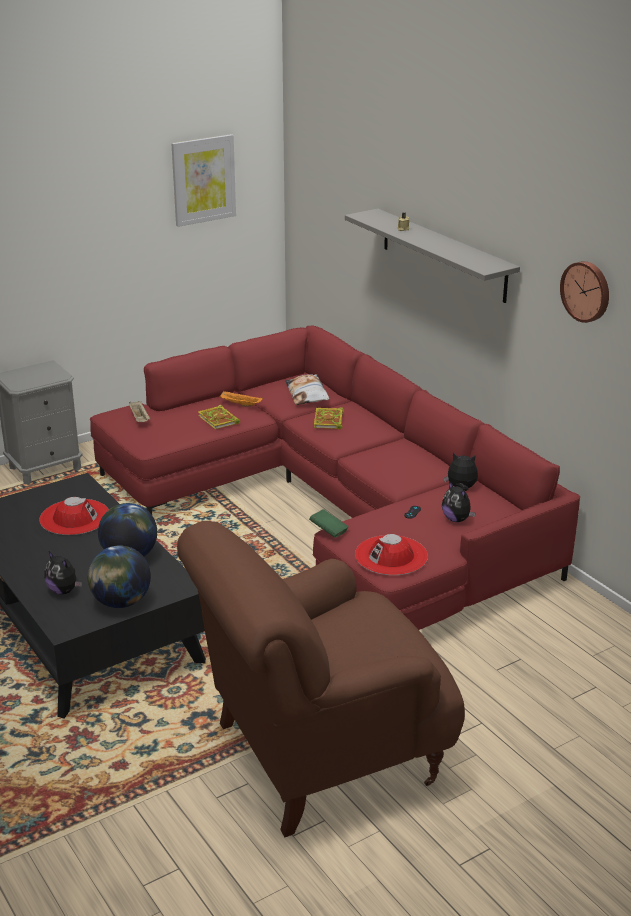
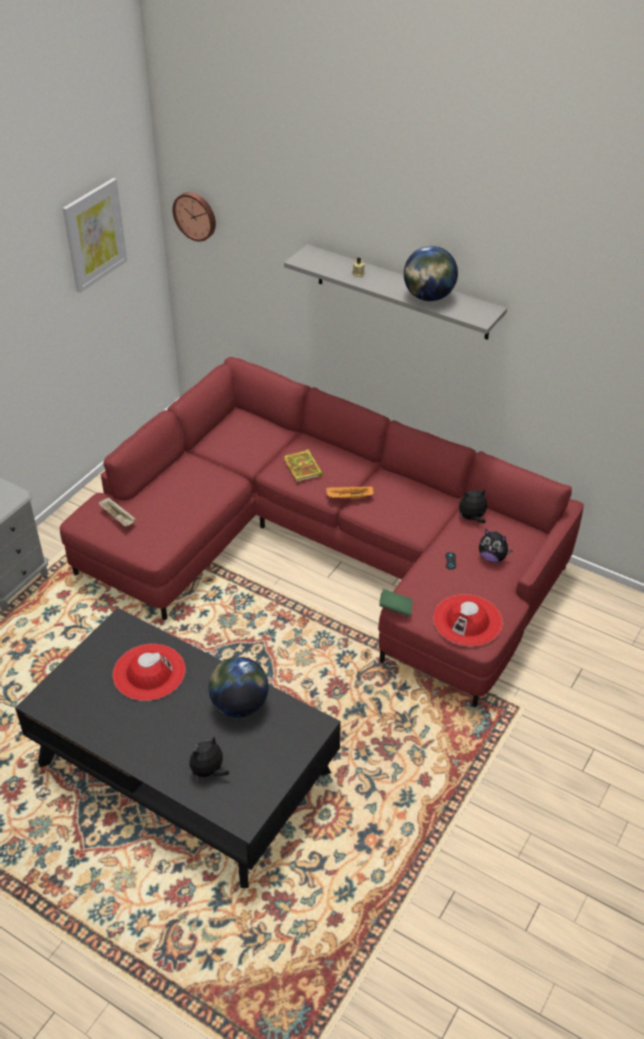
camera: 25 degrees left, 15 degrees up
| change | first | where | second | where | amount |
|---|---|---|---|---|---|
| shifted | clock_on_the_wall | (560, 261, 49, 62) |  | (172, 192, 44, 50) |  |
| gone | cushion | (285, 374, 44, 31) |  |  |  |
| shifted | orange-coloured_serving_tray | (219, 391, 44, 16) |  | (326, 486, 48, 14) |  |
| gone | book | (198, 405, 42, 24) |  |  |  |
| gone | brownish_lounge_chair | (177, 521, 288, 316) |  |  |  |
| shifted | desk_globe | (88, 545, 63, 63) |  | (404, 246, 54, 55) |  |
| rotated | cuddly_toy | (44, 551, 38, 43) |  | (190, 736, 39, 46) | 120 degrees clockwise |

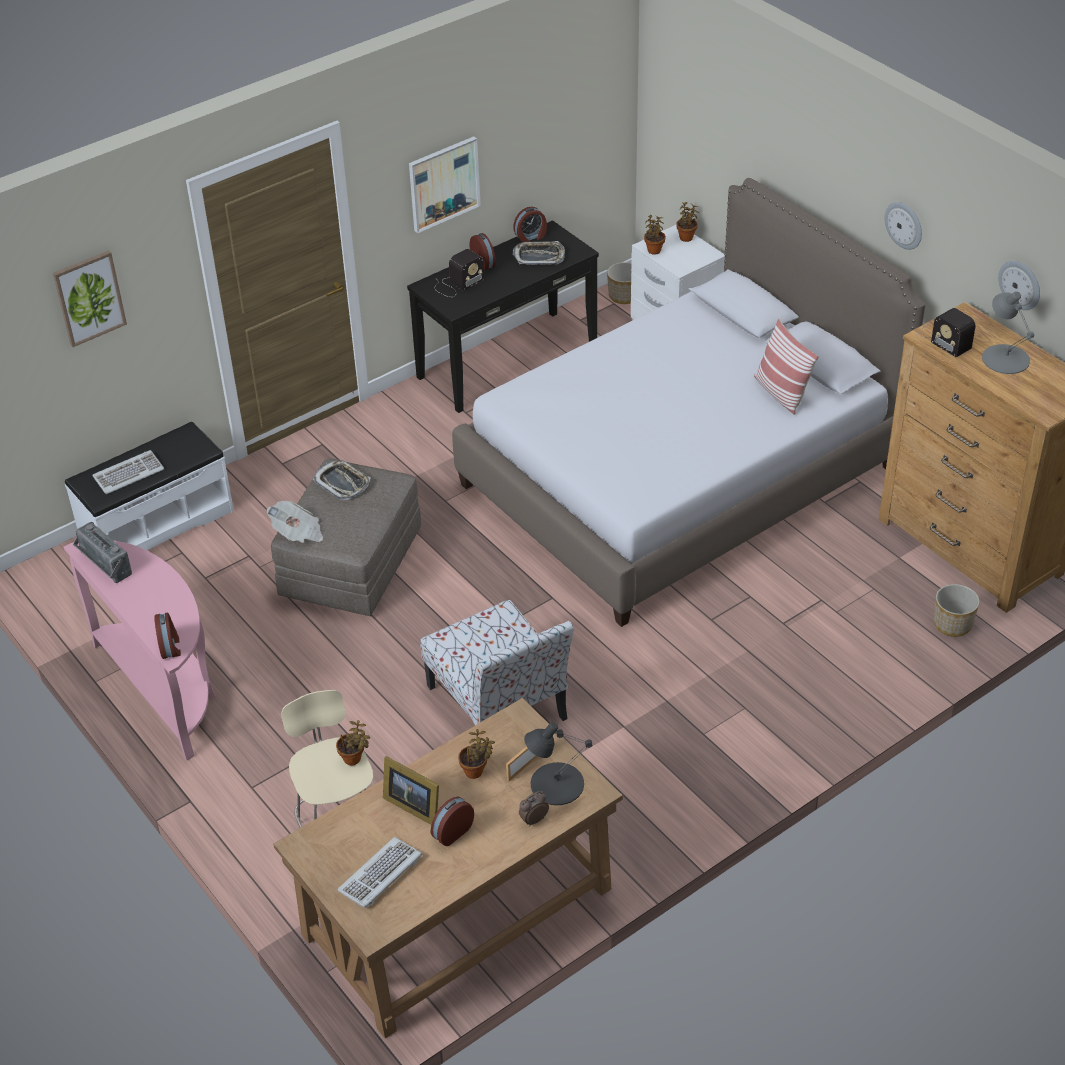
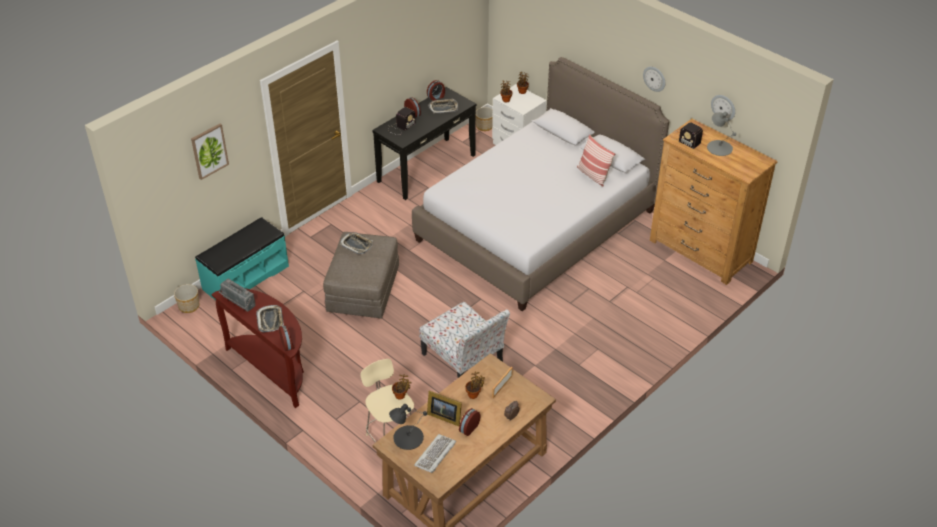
camera: 10 degrees left, 0 degrees up
| change | first | where | second | where | amount |
|---|---|---|---|---|---|
| gone | wall_art | (409, 136, 72, 97) |  |  |  |
| repainted | white_indoor_bench | (65, 422, 169, 128) | blue-green_indoor_bench | (195, 217, 94, 83) |  |
| gone | computer_keyboard | (93, 450, 72, 44) |  |  |  |
| gone | newspaper | (267, 501, 56, 42) |  |  |  |
| repainted | pinkish_console_table | (64, 540, 152, 220) | brownish_console_table | (211, 288, 93, 120) |  |
| shifted | planter | (934, 584, 46, 53) |  | (174, 284, 25, 29) |  |
| shifted | blackish_table_lamp | (524, 722, 68, 83) |  | (389, 404, 38, 46) |  |
| new |  |  | serving_tray | (256, 305, 28, 27) |  |

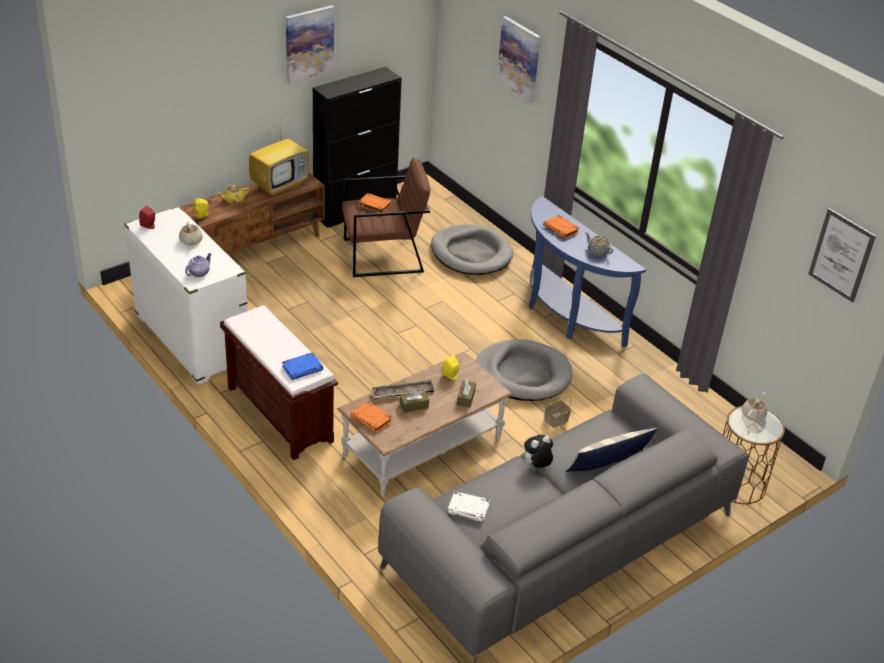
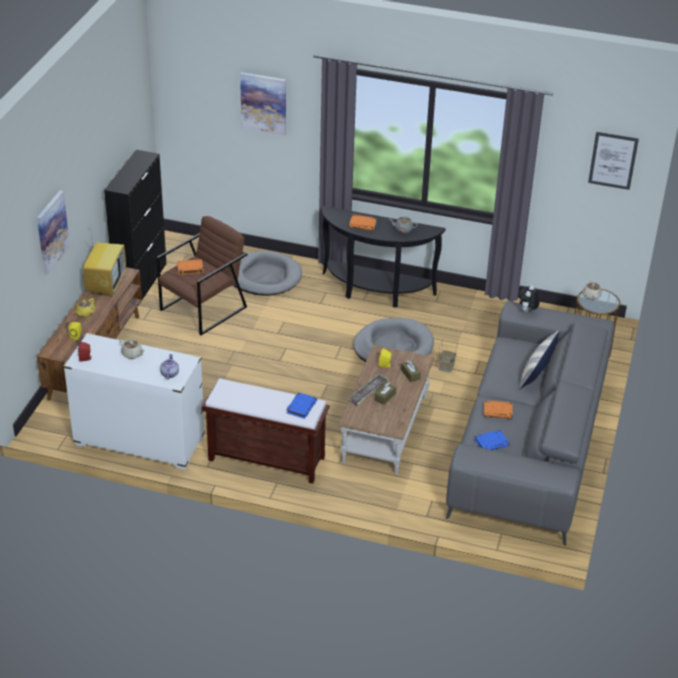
camera: 35 degrees left, 0 degrees up
| change | first | where | second | where | amount |
|---|---|---|---|---|---|
| shifted | wall_art | (286, 5, 48, 79) |  | (37, 190, 33, 85) |  |
| repainted | blue-coloured_console_table | (528, 196, 118, 152) | blackish_console_table | (322, 206, 124, 102) |  |
| shifted | orange-coloured_book | (351, 401, 42, 32) |  | (484, 400, 29, 19) |  |
| shifted | cuddly_toy | (522, 435, 31, 33) |  | (519, 285, 21, 27) |  |
| repainted | white_book | (447, 491, 43, 31) | blue-coloured_book | (474, 430, 35, 20) |  |

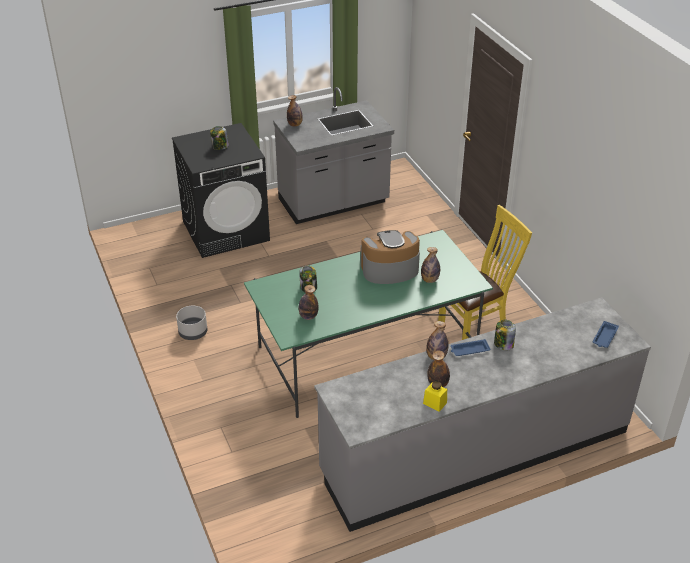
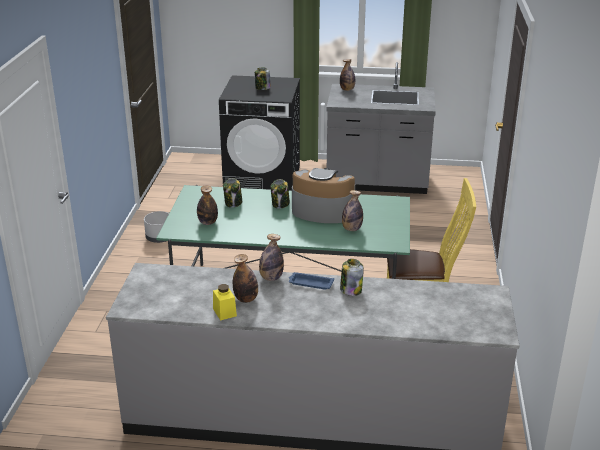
camera: 30 degrees right, 10 degrees down
| change | first | where | second | where | amount |
|---|---|---|---|---|---|
| gone | blue-coloured_serving_tray | (593, 321, 26, 27) |  |  |  |
| new |  |  | jar | (271, 179, 19, 30) |  |

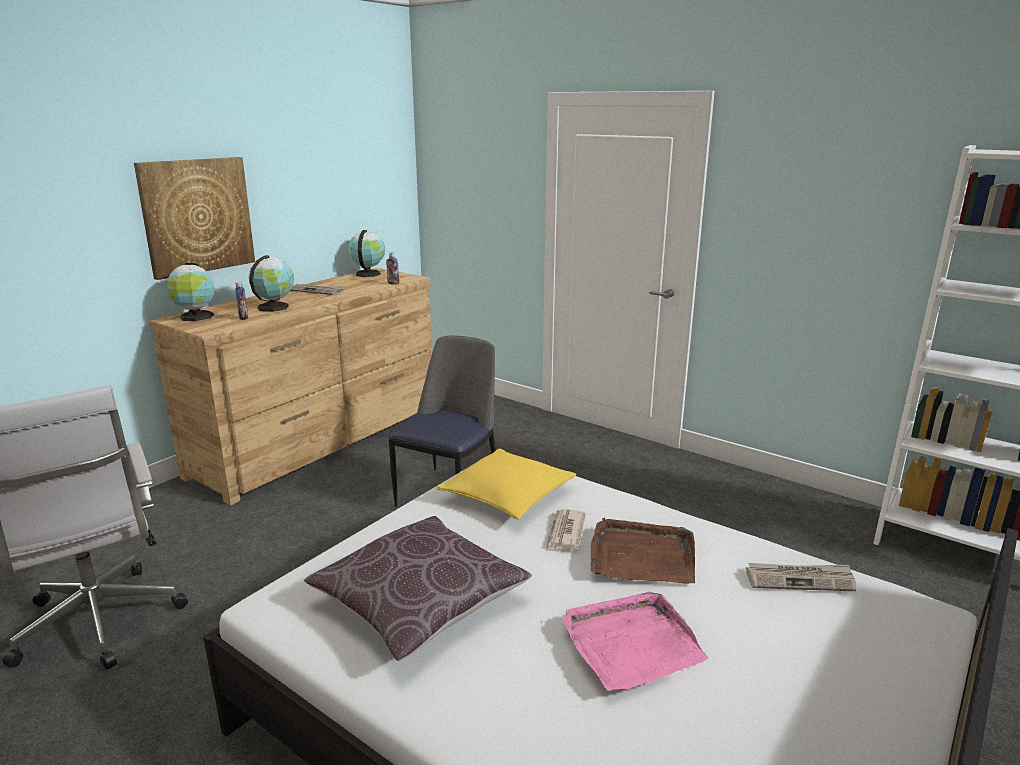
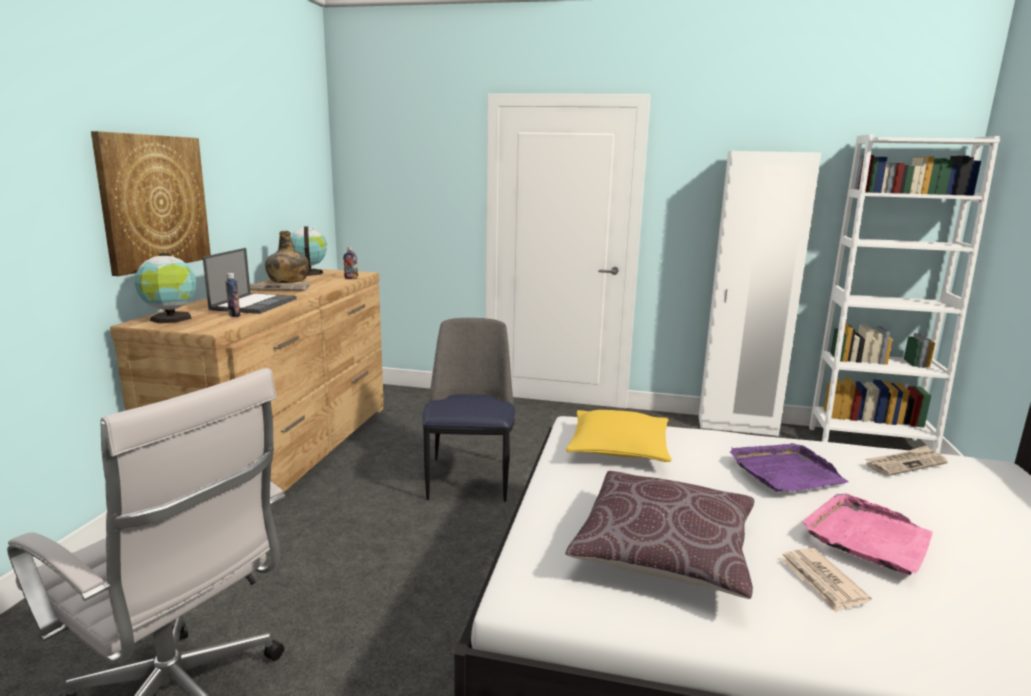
camera: 25 degrees left, 5 degrees down
| change | first | where | second | where | amount |
|---|---|---|---|---|---|
| swapped | desk_globe | (249, 255, 45, 57) | notebook_computer | (203, 248, 94, 66) |  |
| shifted | newspaper | (546, 509, 40, 41) |  | (779, 548, 93, 64) |  |
| repainted | brownish_serving_tray | (590, 518, 105, 66) | purplish_serving_tray | (730, 443, 119, 49) |  |
| new |  |  | white_wardrobe | (699, 151, 122, 285) |  |
| new |  |  | green_beverage_bottle | (265, 231, 44, 52) |  |

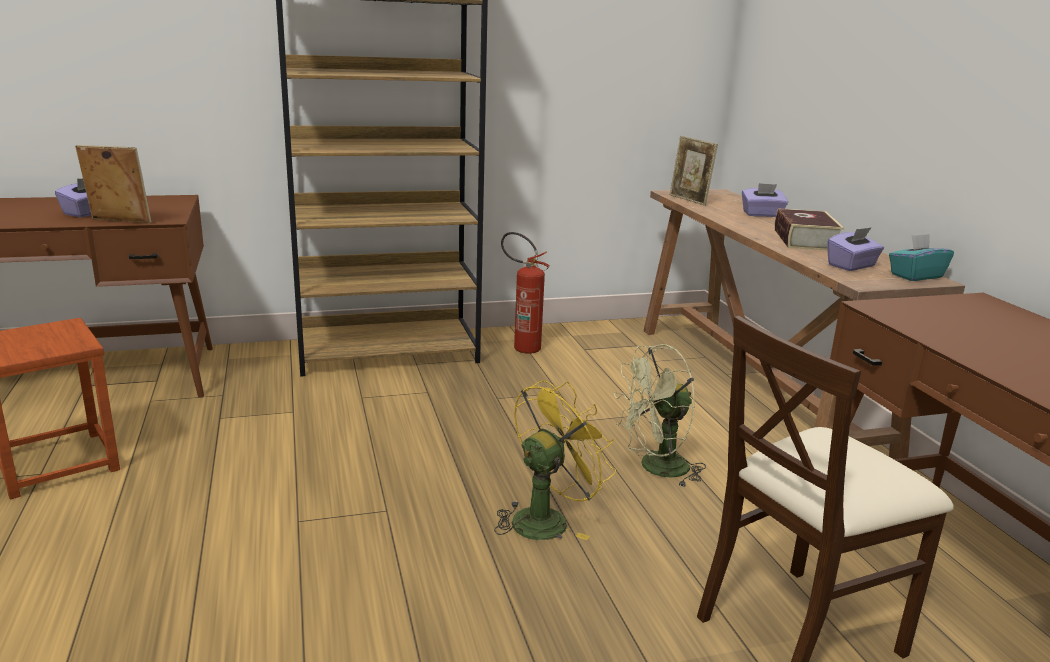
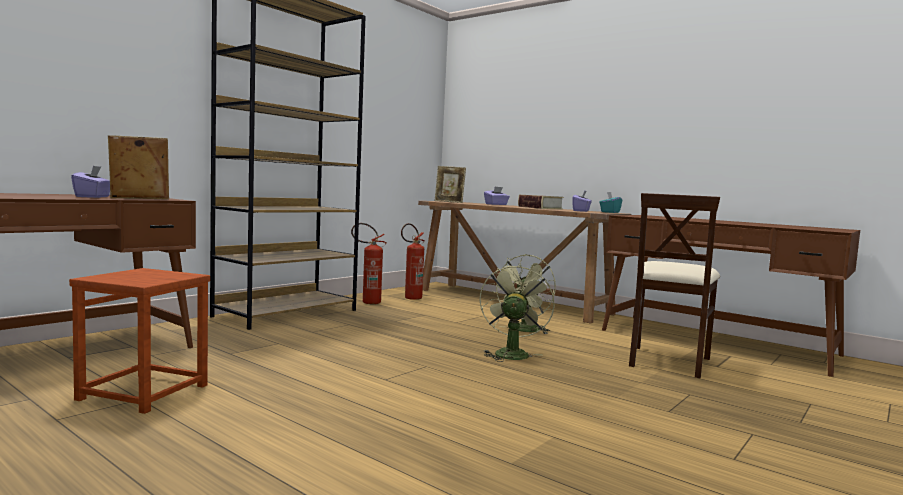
camera: 35 degrees left, 15 degrees down
| change | first | where | second | where | amount |
|---|---|---|---|---|---|
| repainted | yellow-coloured_cooling_fan | (494, 380, 122, 160) | green_cooling_fan | (480, 264, 75, 98) |  |
| new |  |  | fire_extinguisher | (401, 223, 24, 77) |  |

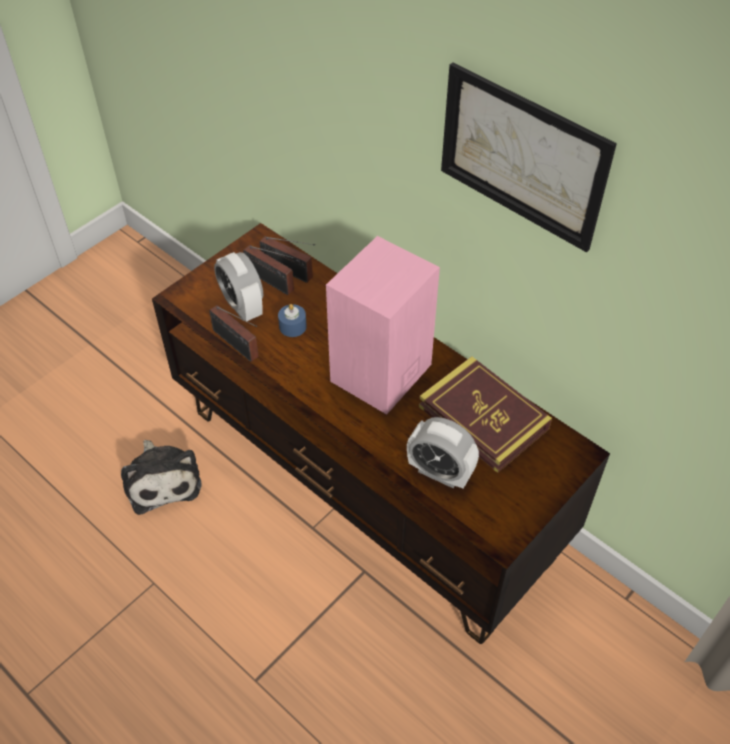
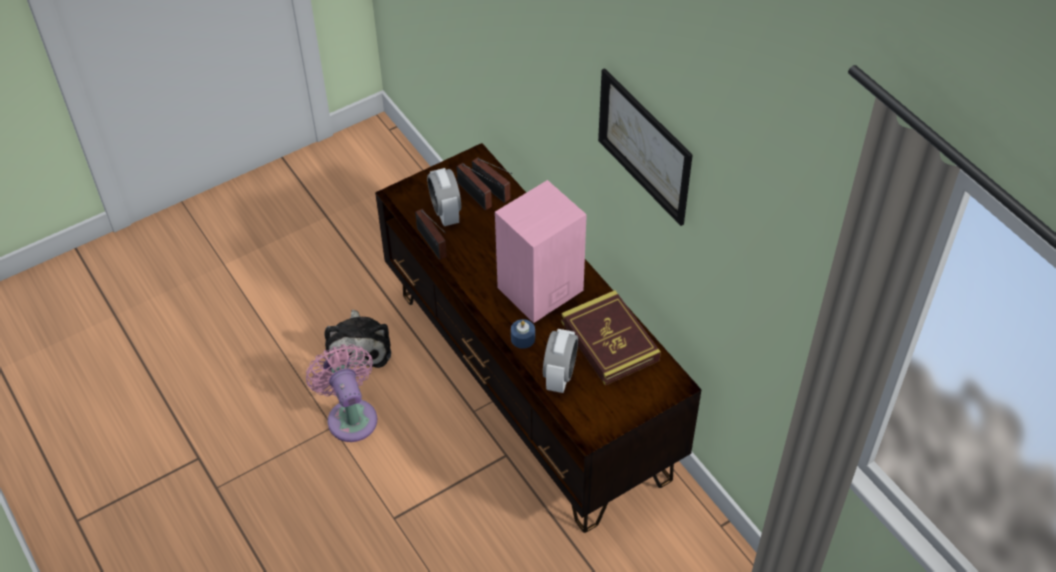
camera: 15 degrees right, 0 degrees up
| change | first | where | second | where | amount |
|---|---|---|---|---|---|
| shifted | blue-coloured_candle | (278, 304, 29, 33) |  | (511, 319, 24, 30) |  |
| rotated | table_clock | (407, 417, 72, 72) |  | (543, 329, 35, 64) | 120 degrees counterclockwise |
| new |  |  | pinkish_cooling_fan | (306, 344, 71, 98) |  |

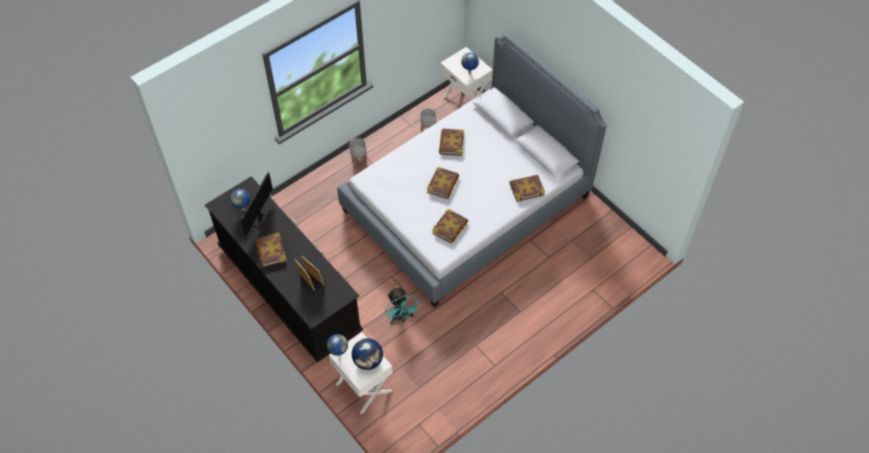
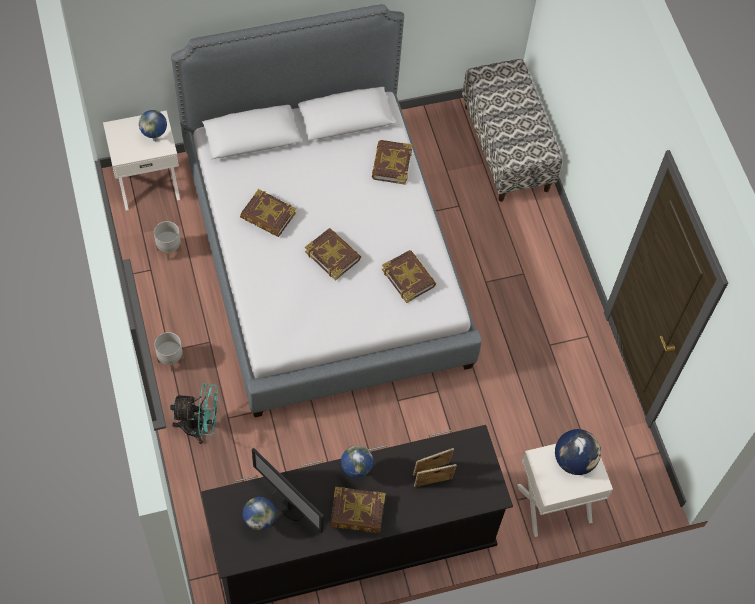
camera: 70 degrees left, 5 degrees up
| change | first | where | second | where | amount |
|---|---|---|---|---|---|
| shifted | blue-green_cooling_fan | (385, 287, 36, 37) |  | (170, 383, 48, 61) |  |
| shifted | desk_globe | (327, 334, 21, 22) |  | (341, 445, 32, 33) |  |
| new |  |  | indoor_bench | (462, 59, 100, 143) |  |

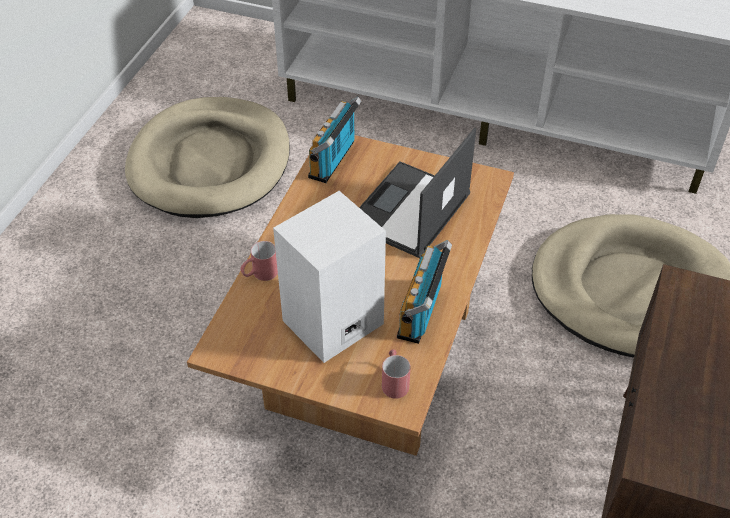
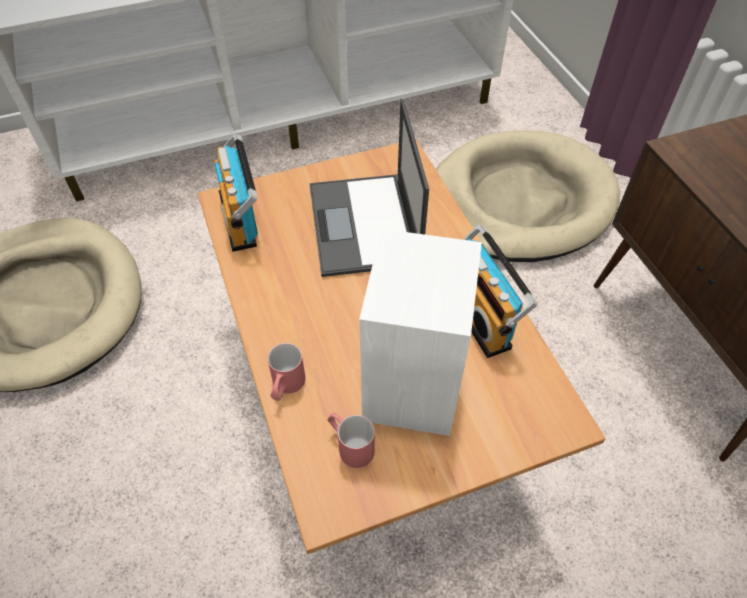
camera: 40 degrees left, 5 degrees up
| change | first | where | second | where | amount |
|---|---|---|---|---|---|
| shifted | red_mug | (382, 349, 29, 50) |  | (327, 413, 48, 55) |  |

